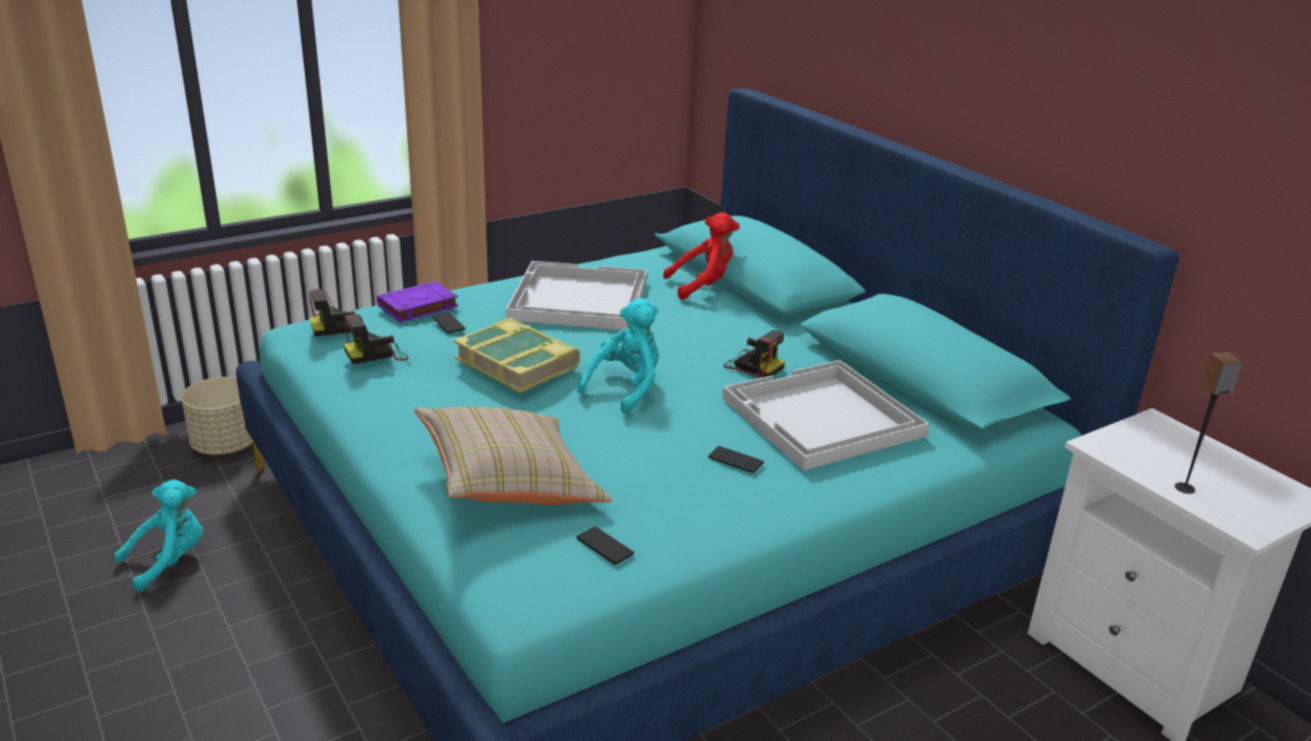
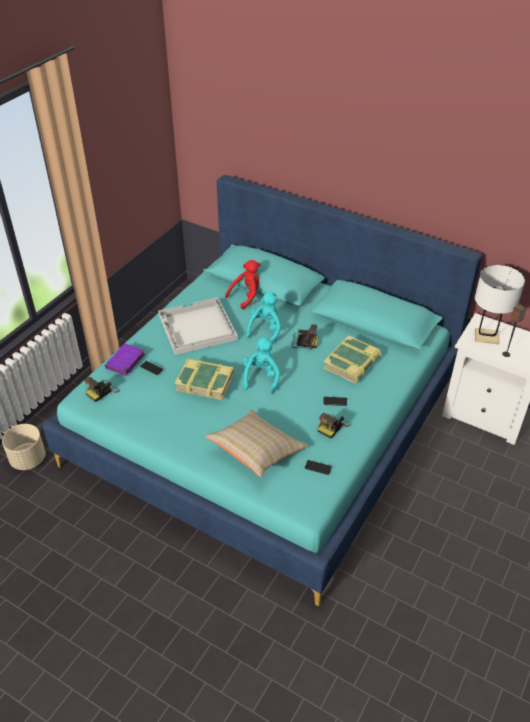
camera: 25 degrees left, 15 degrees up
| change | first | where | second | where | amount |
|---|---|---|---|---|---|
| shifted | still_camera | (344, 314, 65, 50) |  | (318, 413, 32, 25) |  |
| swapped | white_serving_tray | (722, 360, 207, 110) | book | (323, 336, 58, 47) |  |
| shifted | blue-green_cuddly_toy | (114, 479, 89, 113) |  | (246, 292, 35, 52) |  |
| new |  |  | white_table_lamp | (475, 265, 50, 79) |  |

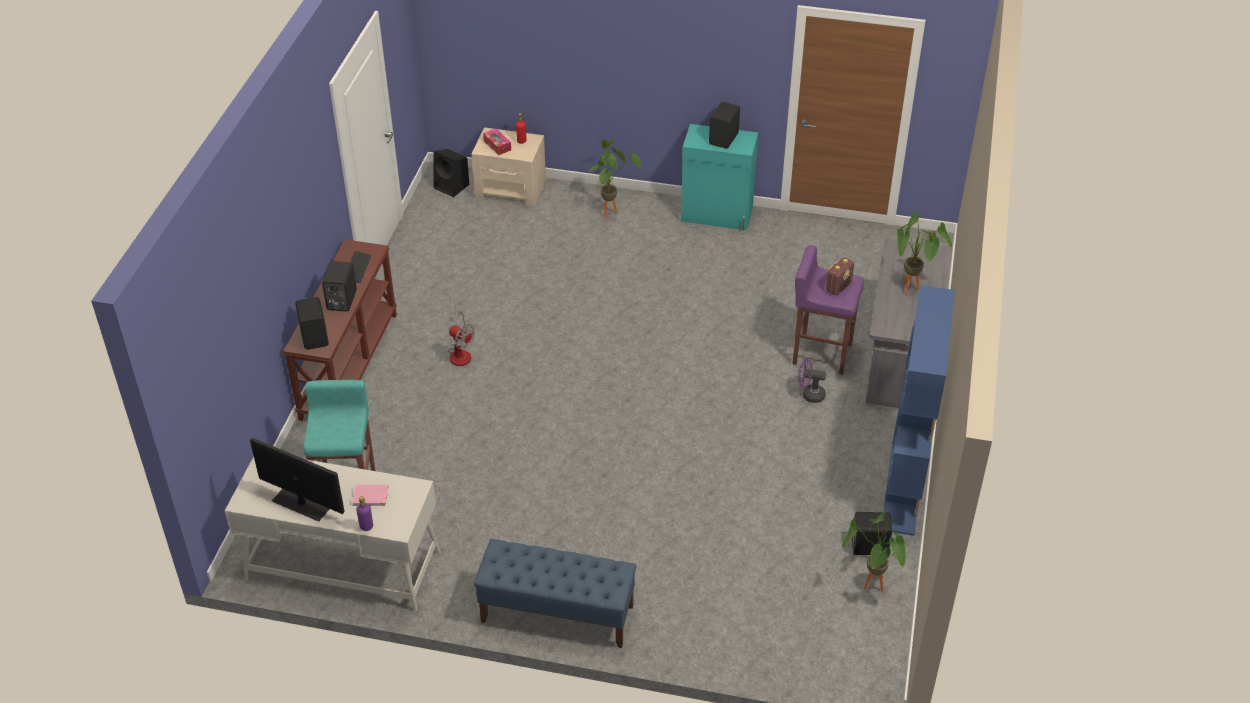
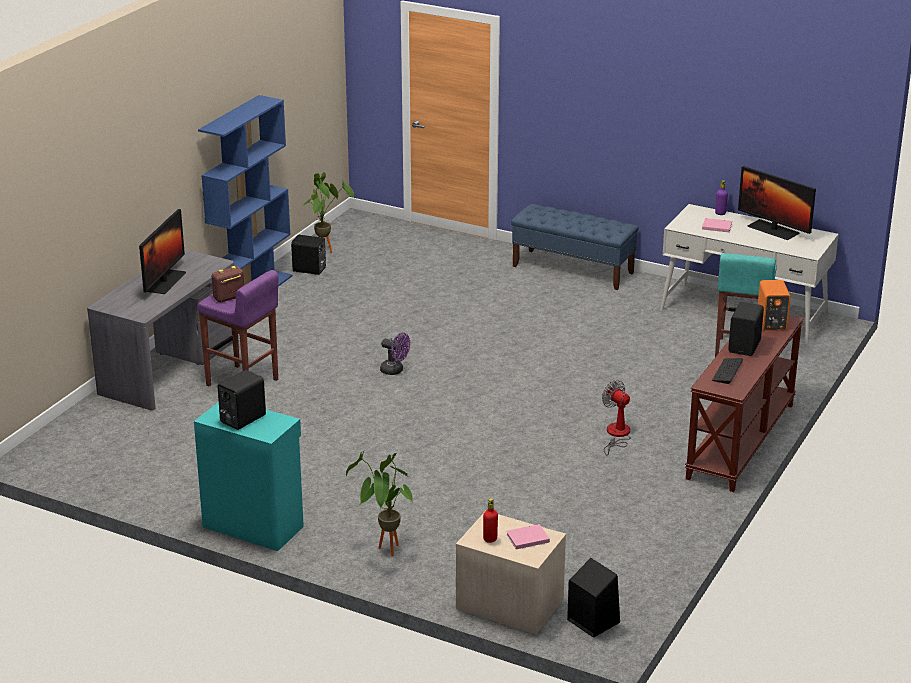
camera: 165 degrees left, 15 degrees down
| change | first | where | second | where | amount |
|---|---|---|---|---|---|
| swapped | tissue_box | (483, 128, 28, 27) | pinkish_book | (506, 524, 44, 25) |  |
| swapped | houseplant | (896, 211, 56, 84) | monitor | (139, 209, 47, 85) |  |
| repainted | blackish_loudspeaker | (295, 297, 34, 53) | orange-coloured_loudspeaker | (758, 280, 33, 51) |  |
| shifted | purplish_cooling_fan | (798, 359, 28, 44) |  | (380, 332, 30, 43) |  |

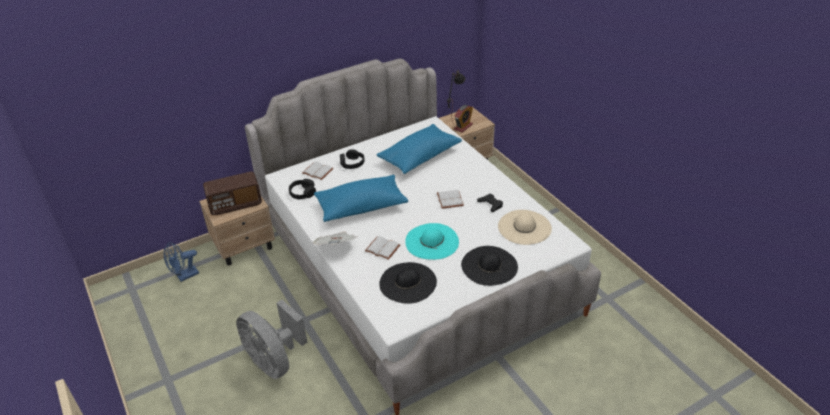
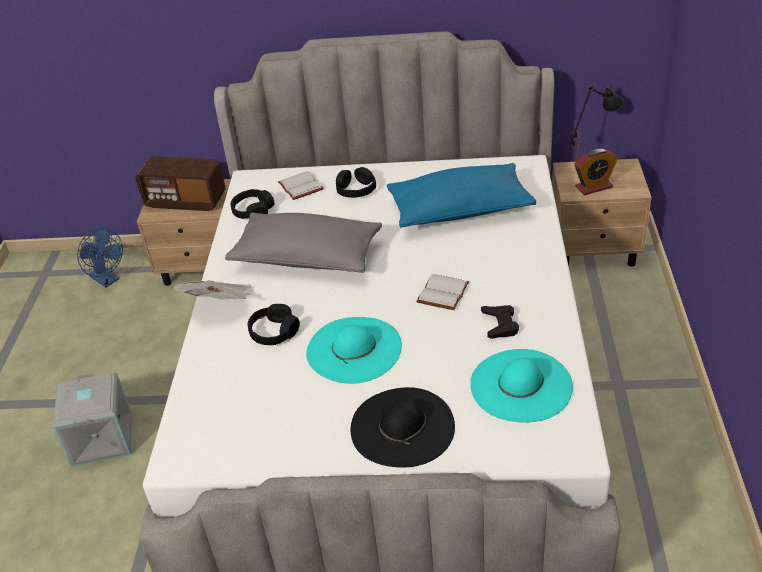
camera: 35 degrees right, 0 degrees up
| change | first | where | second | where | amount |
|---|---|---|---|---|---|
| repainted | blue-coloured_cushion | (314, 175, 94, 47) | gray_cushion | (225, 213, 157, 60) |  |
| repainted | beige_clothing_hat | (498, 210, 54, 35) | blue-green_clothing_hat | (471, 349, 102, 74) |  |
| swapped | white_book | (365, 236, 35, 24) | blackish_headset | (248, 304, 52, 41) |  |
| rotated | blue-coloured_cooling_fan | (164, 242, 35, 40) |  | (77, 228, 46, 59) | 135 degrees counterclockwise |
| gone | blackish_clothing_hat | (379, 262, 58, 42) |  |  |  |
| swapped | gray_cooling_fan | (236, 300, 71, 79) | gray_storage_box | (53, 373, 79, 94) |  |

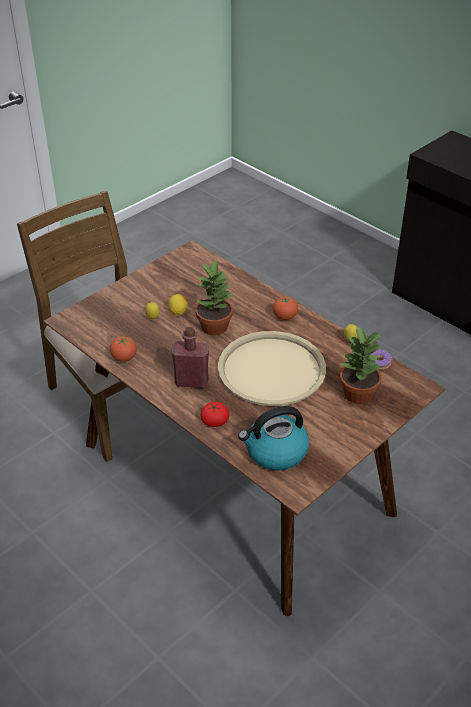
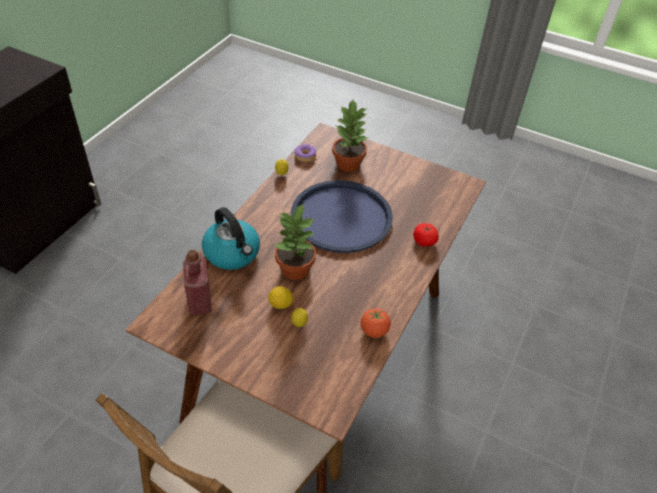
camera: 110 degrees left, 5 degrees up
| change | first | where | second | where | amount |
|---|---|---|---|---|---|
| gone | fresh_tomato | (273, 296, 25, 24) |  |  |  |
| shifted | red_beverage_bottle | (171, 327, 38, 61) |  | (183, 250, 29, 65) |  |
| repainted | beige_serving_tray | (218, 331, 108, 75) | blue-coloured_serving_tray | (291, 180, 102, 73) |  |
| shifted | tea_kettle | (238, 406, 71, 64) |  | (202, 207, 58, 63) |  |

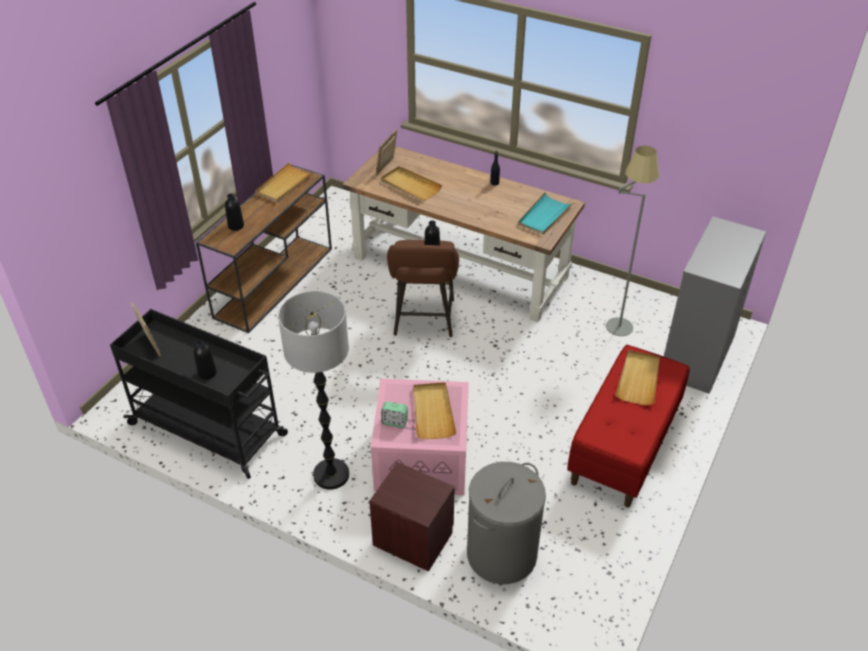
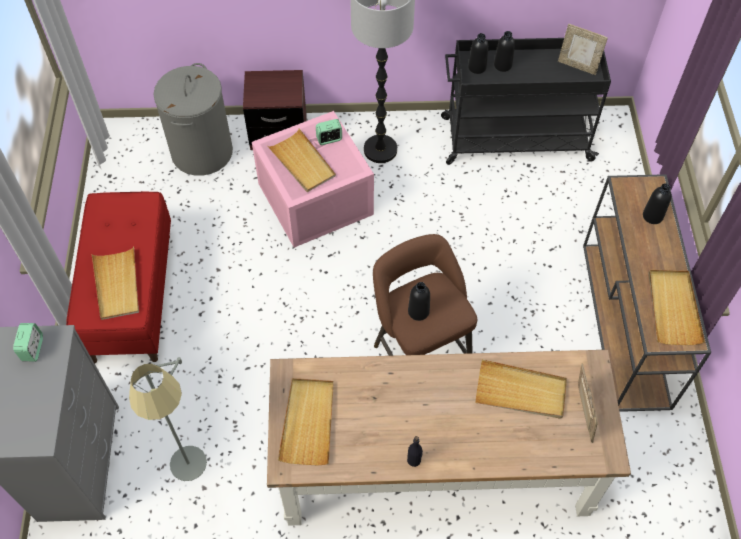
camera: 150 degrees right, 15 degrees up
| change | first | where | second | where | amount |
|---|---|---|---|---|---|
| repainted | blue-green_serving_tray | (518, 192, 56, 43) | beige_serving_tray | (278, 378, 56, 87) |  |
| new |  |  | blackish_beverage_bottle | (468, 33, 21, 41) |  |
| new |  |  | table_clock | (13, 323, 30, 38) |  |

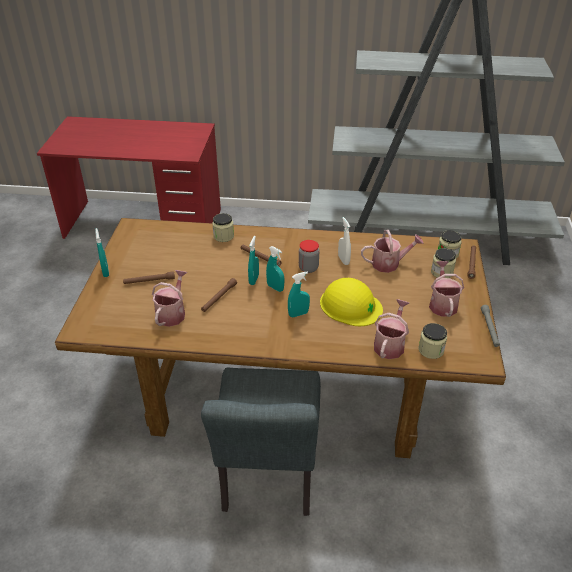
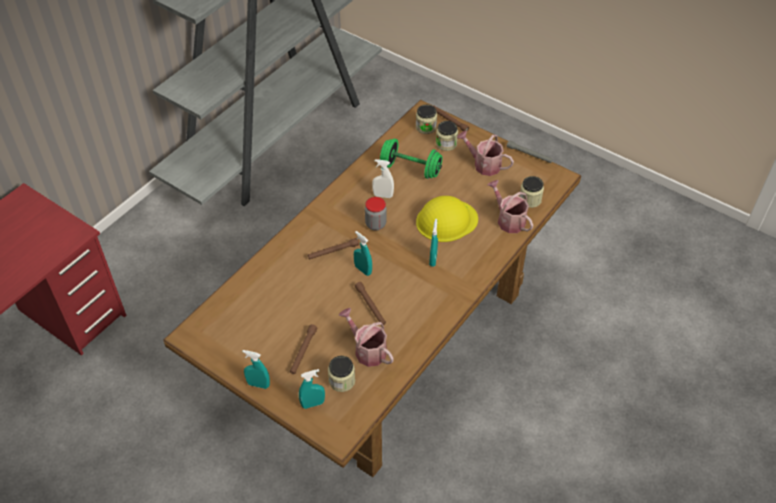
camera: 60 degrees left, 10 degrees up
| change | first | where | second | where | amount |
|---|---|---|---|---|---|
| shifted | jar | (212, 213, 22, 29) |  | (328, 356, 27, 36) |  |
| swapped | watering_can | (361, 230, 63, 43) | green_free_weight | (380, 139, 62, 40) |  |
| shifted | blue-green_spray_bottle | (266, 246, 18, 46) |  | (299, 369, 26, 40) |  |
| gone | gray_upright_chair | (201, 368, 120, 148) |  |  |  |

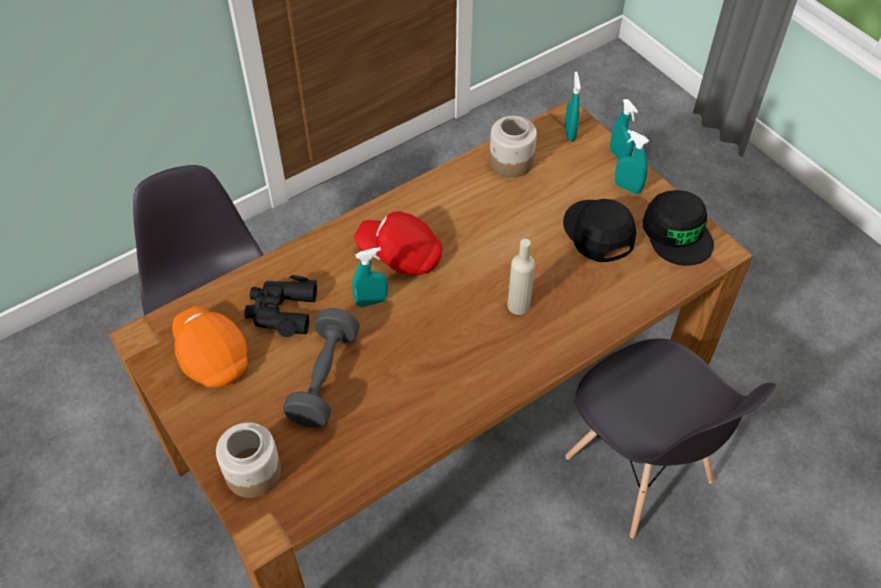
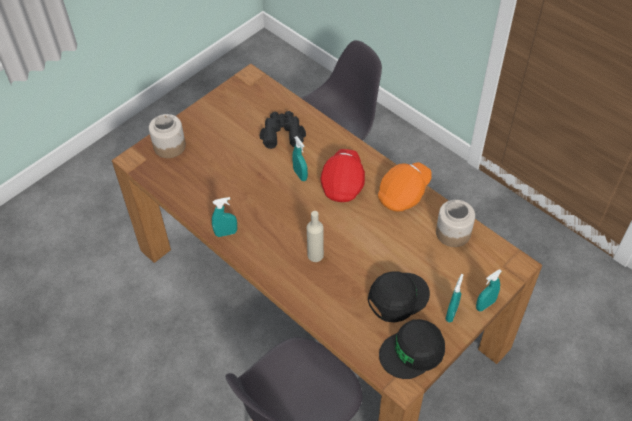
camera: 80 degrees right, 0 degrees up
| change | first | where | second | where | amount |
|---|---|---|---|---|---|
| shifted | blue-green_spray_bottle | (565, 71, 16, 70) |  | (212, 197, 25, 40) |  |
| shifted | orange-coloured_cap | (172, 306, 76, 82) |  | (378, 162, 54, 49) |  |
| gone | gray_free_weight | (283, 308, 77, 120) |  |  |  |

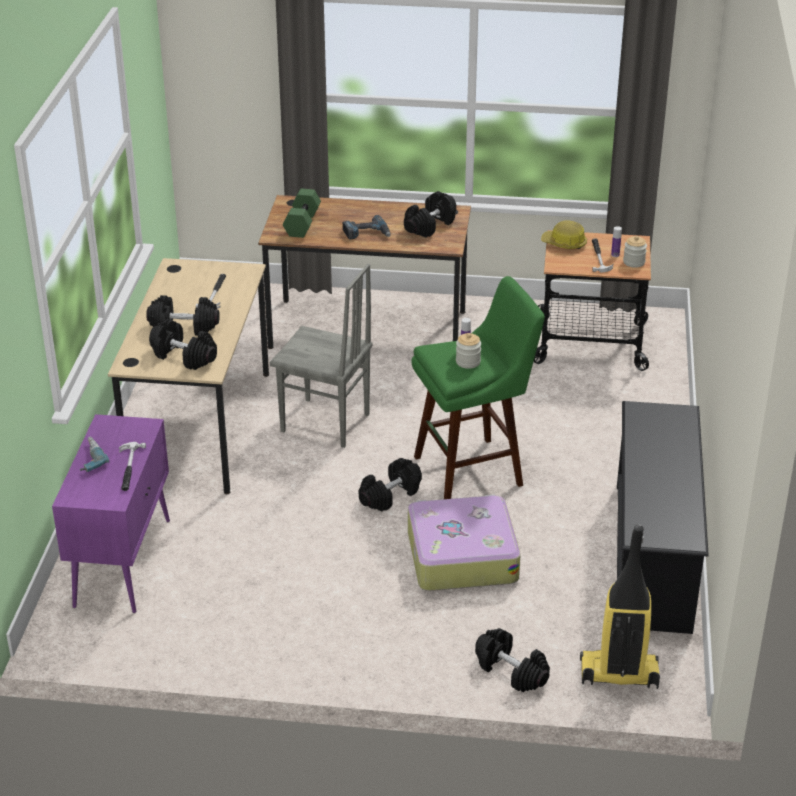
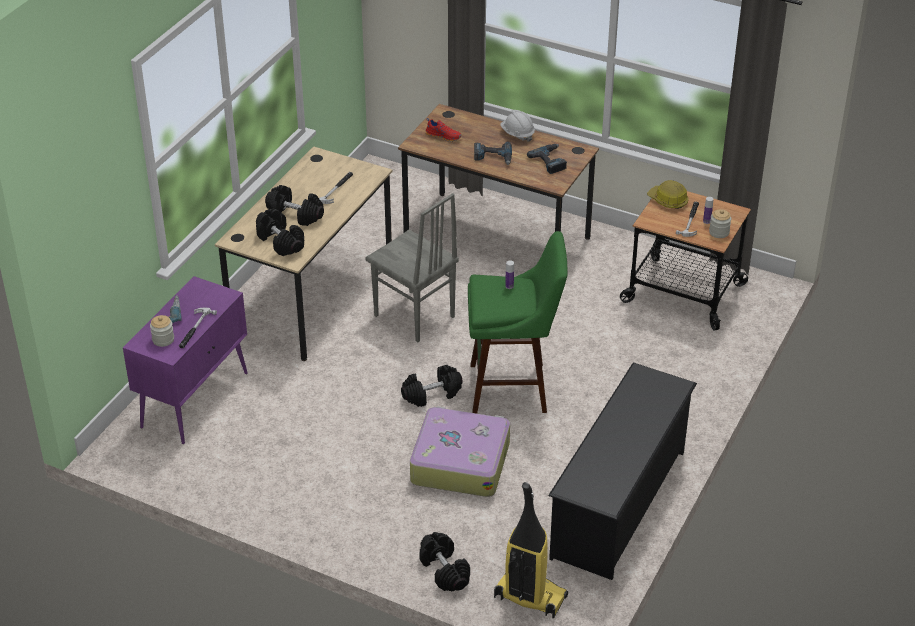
camera: 20 degrees right, 5 degrees up
| change | first | where | second | where | amount |
|---|---|---|---|---|---|
| swapped | green_free_weight | (283, 188, 38, 50) | red_item_of_footwear | (425, 118, 36, 24) |  |
| swapped | blackish_free_weight | (404, 191, 52, 47) | electric_drill | (527, 144, 40, 30) |  |
| shifted | jar | (456, 333, 25, 36) |  | (150, 315, 24, 32) |  |
| new |  |  | white_hard_hat | (500, 110, 35, 32) |  |

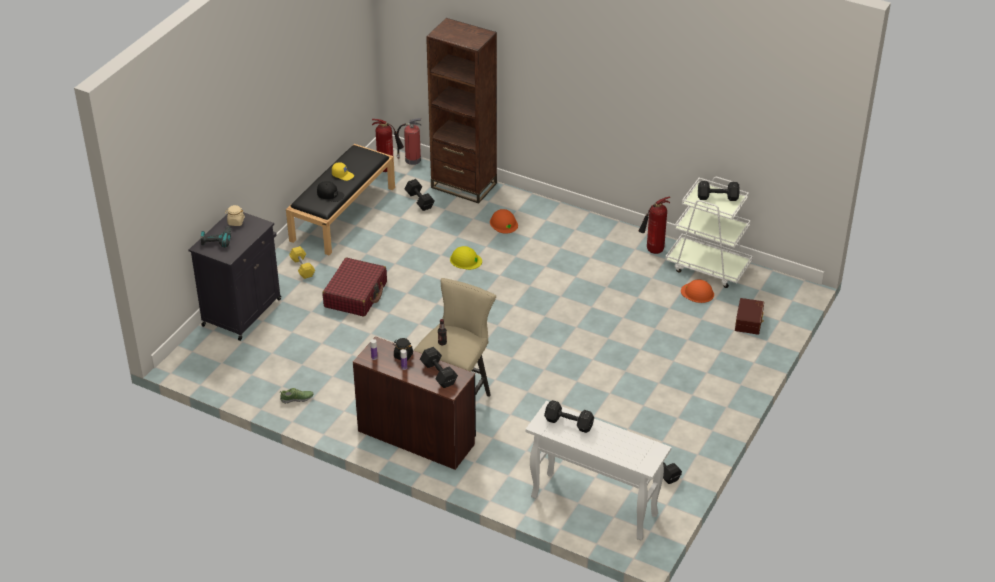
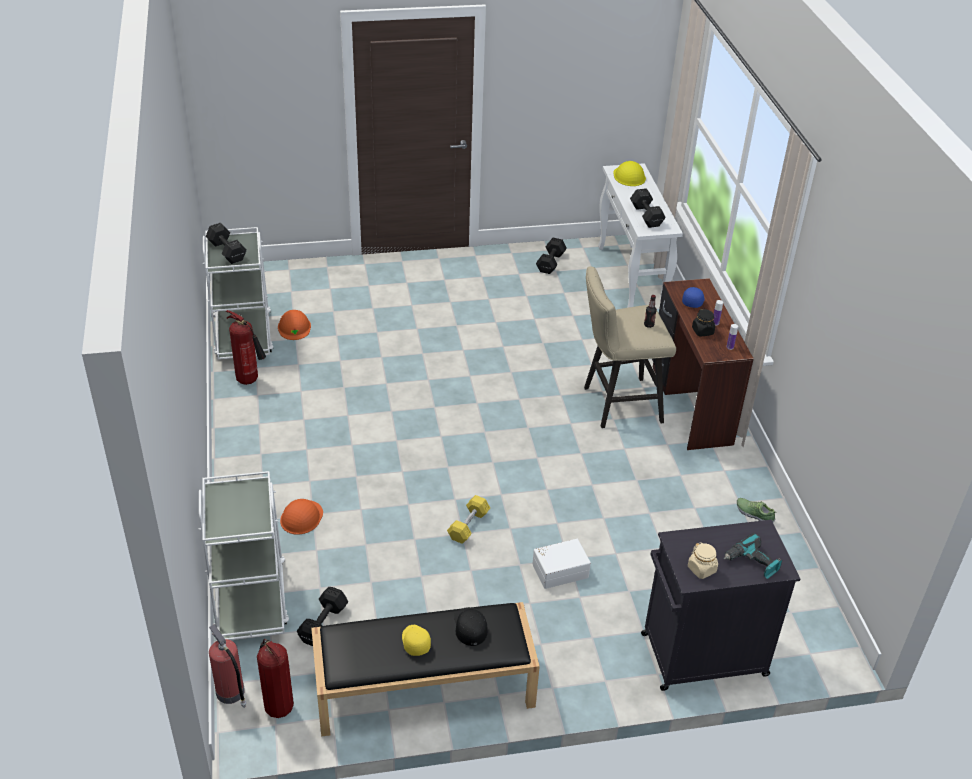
camera: 130 degrees left, 0 degrees up
| change | first | where | second | where | amount |
|---|---|---|---|---|---|
| swapped | brownish_bookcase | (426, 18, 71, 186) | white_cart | (198, 471, 91, 169) |  |
| shifted | yellow-coloured_free_weight | (289, 246, 26, 33) |  | (447, 495, 43, 49) |  |
| shifted | yellow-coloured_hard_hat | (450, 246, 32, 24) |  | (613, 161, 33, 25) |  |
| swapped | red_suitcase | (322, 258, 65, 59) | white_storage_box | (532, 539, 59, 50) |  |
| gone | brownish_storage_box | (735, 298, 29, 37) |  |  |  |
| swapped | blackish_free_weight | (420, 347, 38, 41) | blue-coloured_cap | (682, 287, 23, 21) |  |

